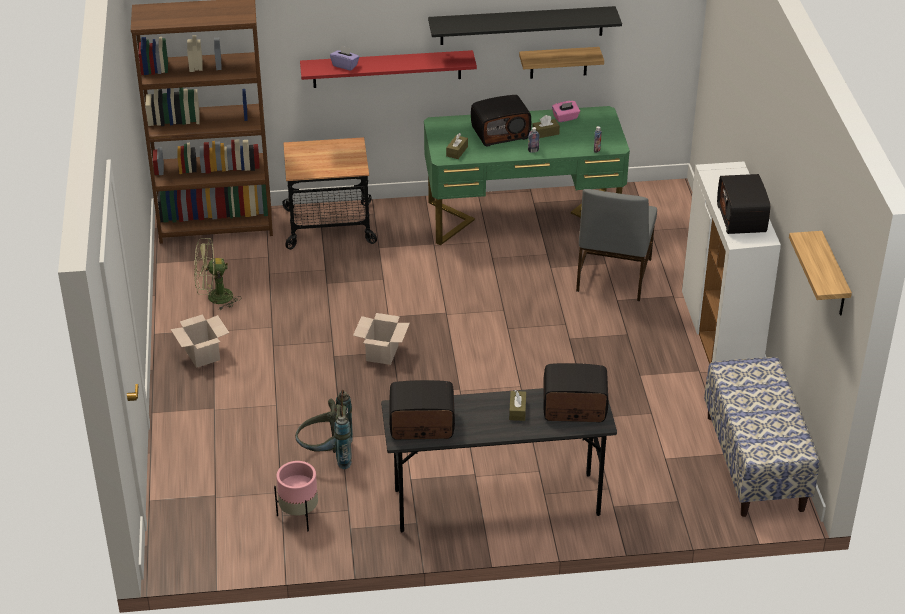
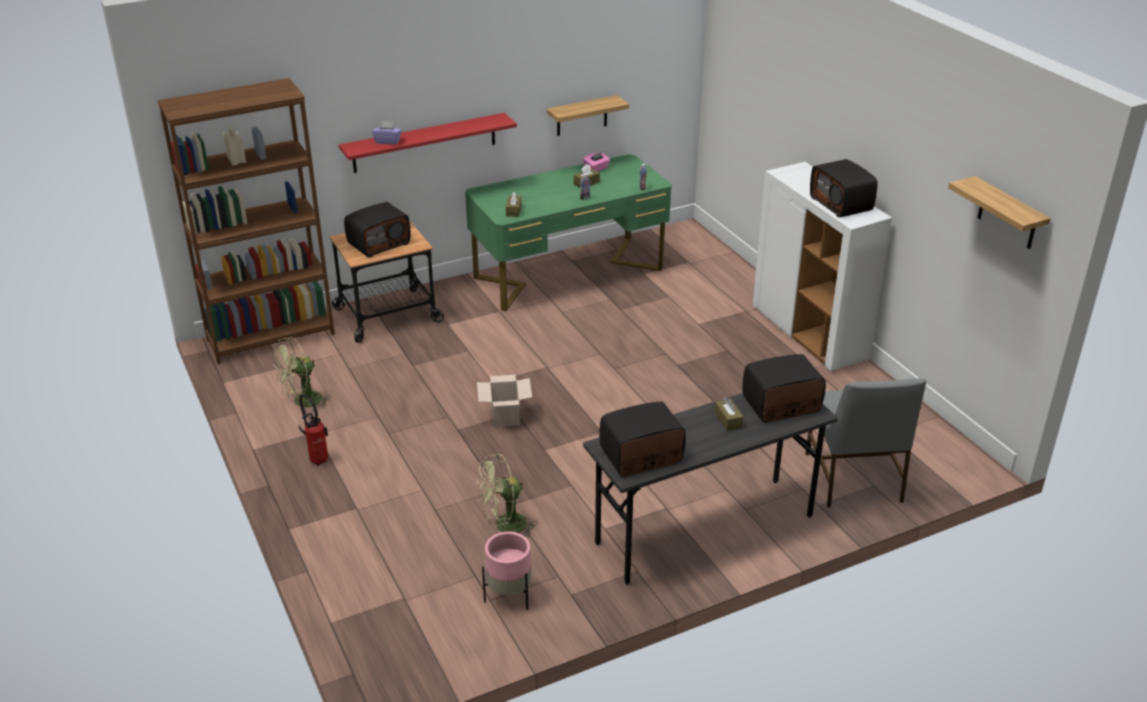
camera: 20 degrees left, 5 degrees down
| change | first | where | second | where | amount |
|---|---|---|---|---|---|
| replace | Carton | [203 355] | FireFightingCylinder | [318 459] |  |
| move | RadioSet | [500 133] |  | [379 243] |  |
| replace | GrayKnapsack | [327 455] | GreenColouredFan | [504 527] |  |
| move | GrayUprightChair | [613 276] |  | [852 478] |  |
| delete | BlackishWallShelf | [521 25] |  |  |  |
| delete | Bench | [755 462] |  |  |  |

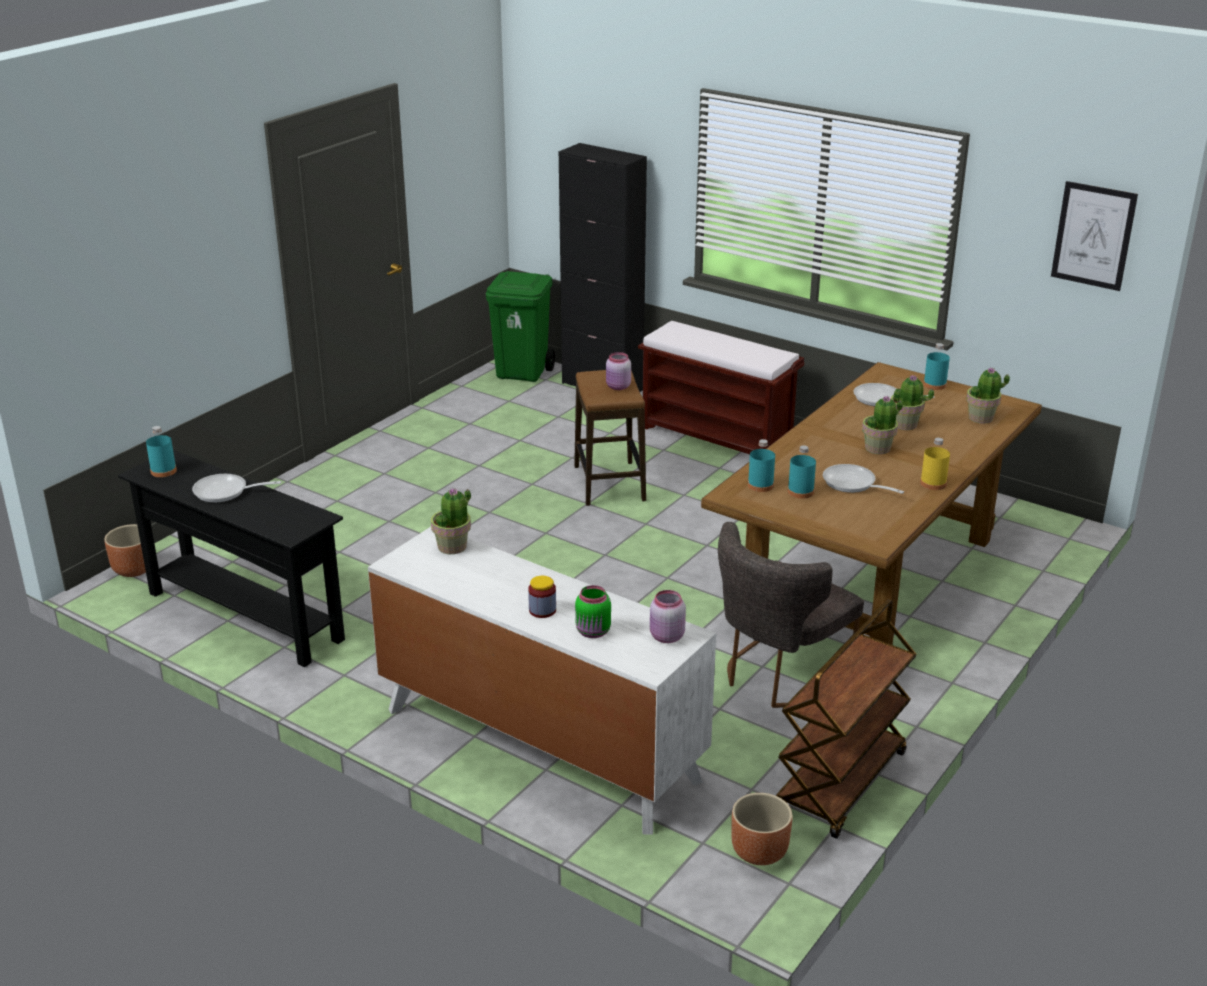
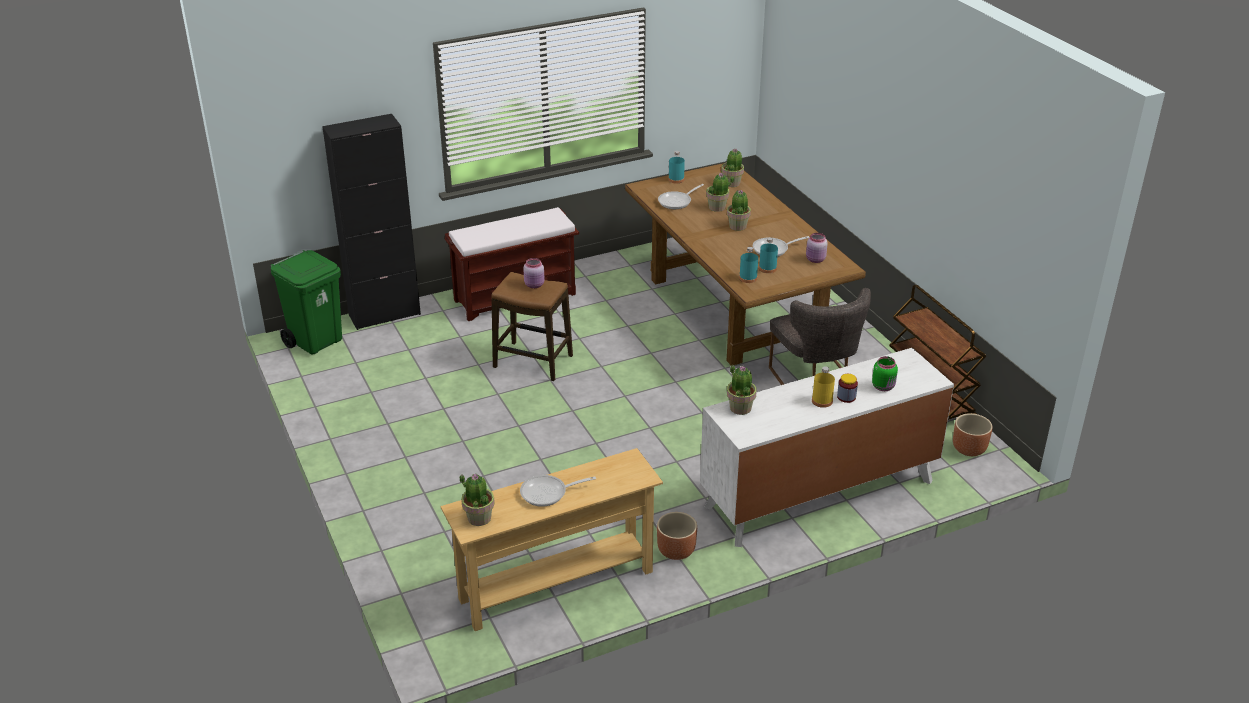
camera: 60 degrees left, 5 degrees up
| change | first | where | second | where | amount |
|---|---|---|---|---|---|
| recolor | BlackishHallTable | [244 616] | SandColouredHallTable | [557 586] |  |
| replace | BlueGreenBottle | [163 471] | PottedPlant | [479 517] |  |
| rotate | Skillet | [225 492] |  | [548 493] | 45 degrees clockwise |
| move | BrownishFlowerPot | [134 569] |  | [676 550] |  |
| move | PinkishJar | [666 637] |  | [815 260] |  |
| move | YellowColouredBottle | [933 483] |  | [822 401] |  |
| delete | Picture | [1093 236] |  |  |  |

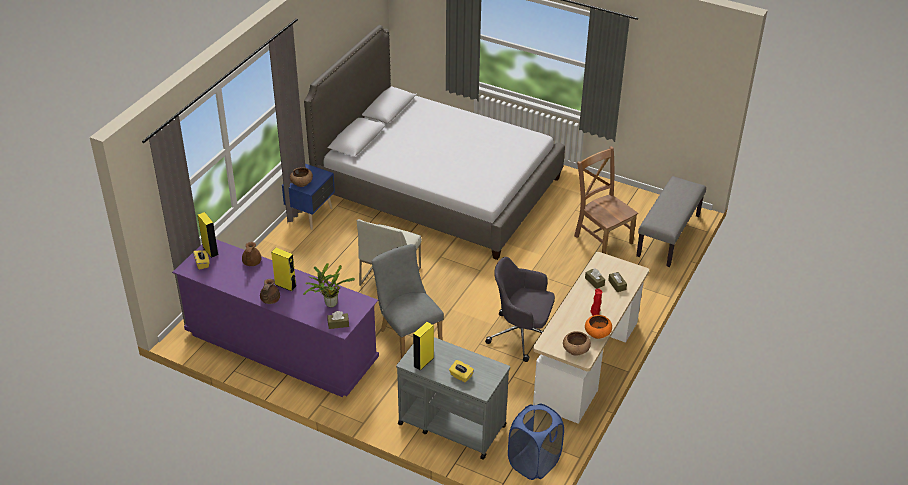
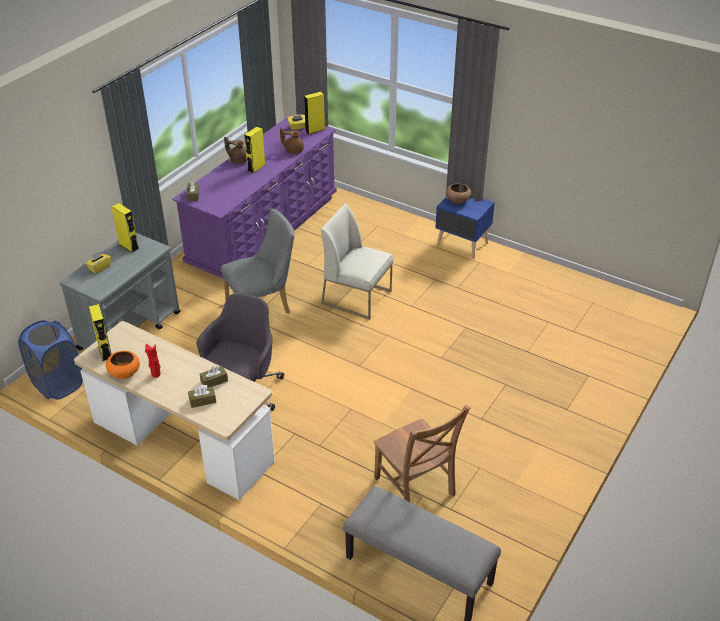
camera: 95 degrees right, 0 degrees up
| change | first | where | second | where | amount |
|---|---|---|---|---|---|
| replace | BrownishBowl | [575 350] | YellowColouredSpeaker | [105 352] |  |
| rotate | BrownishUprightChair | [602 238] |  | [415 489] | 90 degrees clockwise |
| delete | PottedPlant | [329 304] |  |  |  |
| delete | BedroomBed | [437 187] |  |  |  |

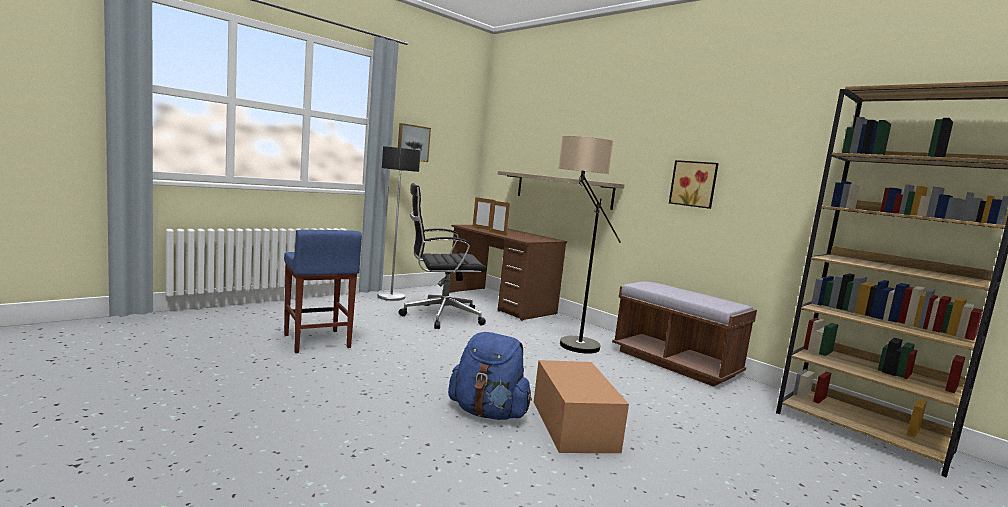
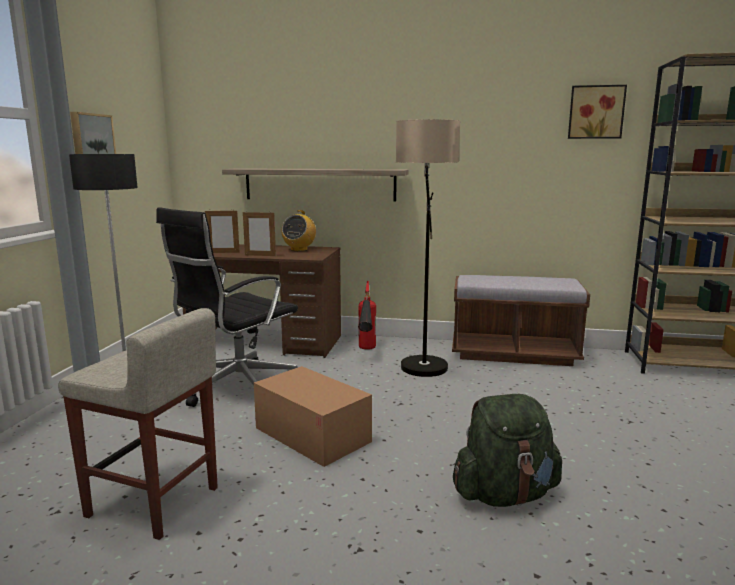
camera: 35 degrees left, 5 degrees up
| change | first | where | second | where | amount |
|---|---|---|---|---|---|
| recolor | BluishStool | [317 341] | SandColouredStool | [154 502] |  |
| move | Carton | [573 425] |  | [312 435] |  |
| insert |  |  | RadioSet | [299 249] |  |
| insert |  |  | FireFightingCylinder | [366 352] |  |
| recolor | BluishKnapsack | [488 413] | GreenColouredKnapsack | [505 495] |  |
| move | Picture | [694 184] |  | [595 112] |  |

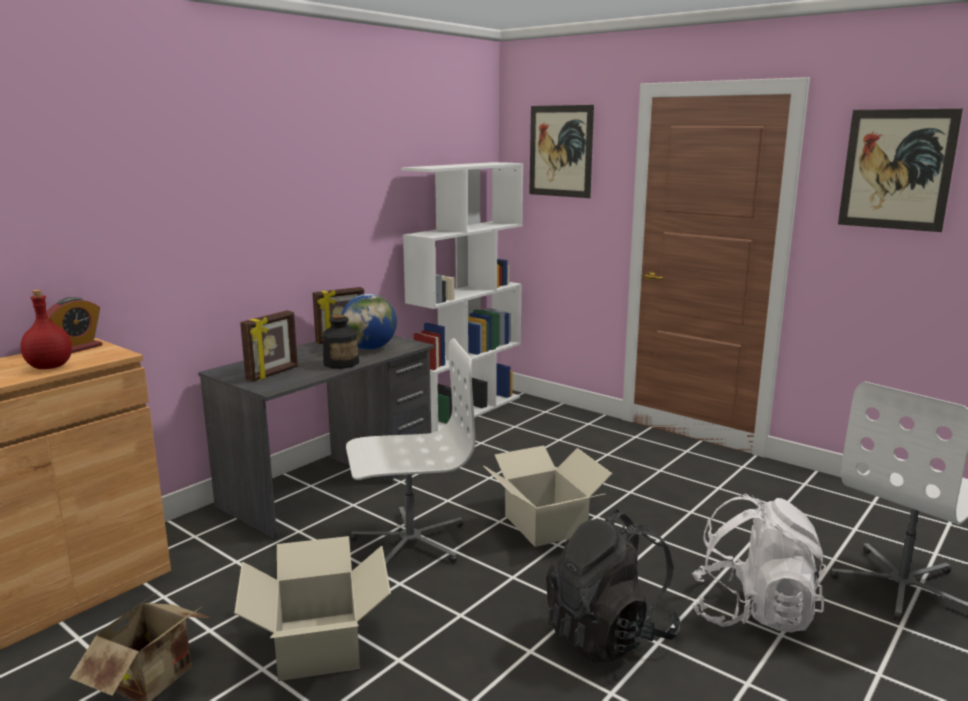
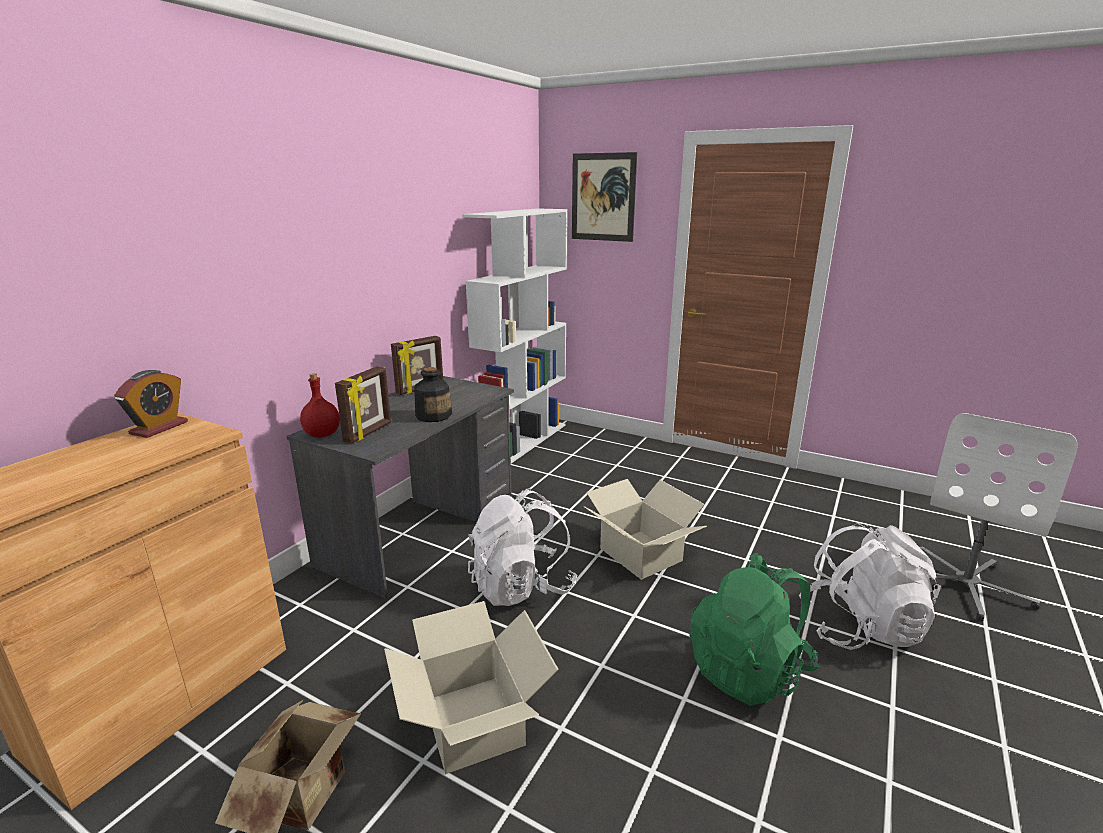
camera: 10 degrees left, 5 degrees up
| change | first | where | second | where | amount |
|---|---|---|---|---|---|
| move | RedColouredBottle | [49 367] |  | [321 435] |  |
| replace | WhitishDeskChair | [409 542] | WhitishKnapsack | [521 587] |  |
| recolor | BlackishKnapsack | [609 635] | GreenColouredKnapsack | [749 670] |  |
| delete | Globe | [369 348] |  |  |  |
| delete | Picture | [896 169] |  |  |  |

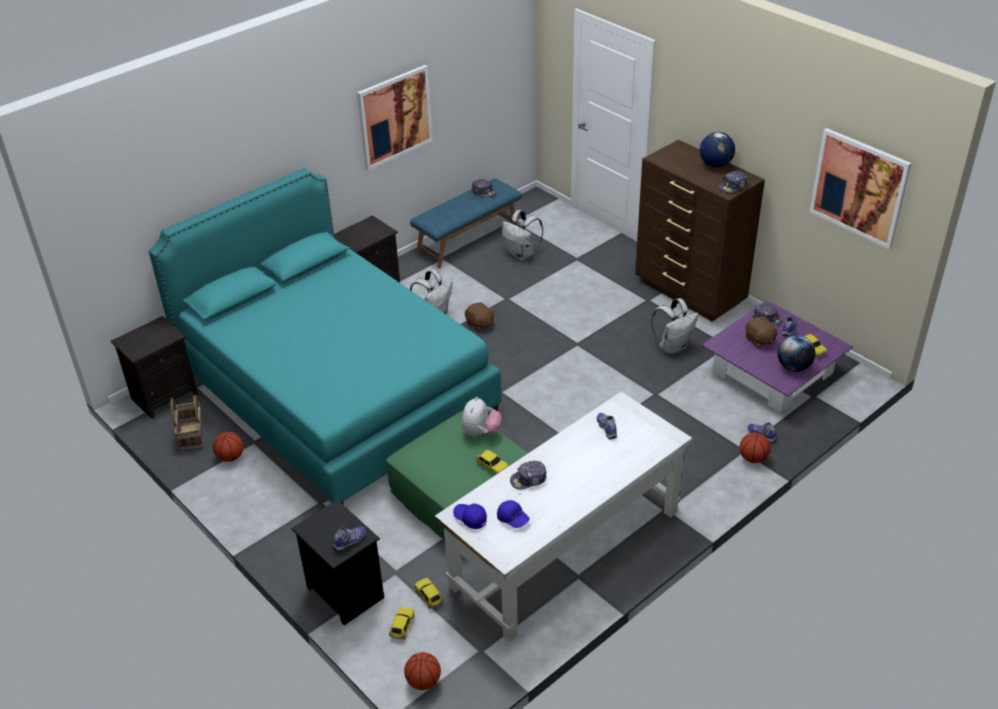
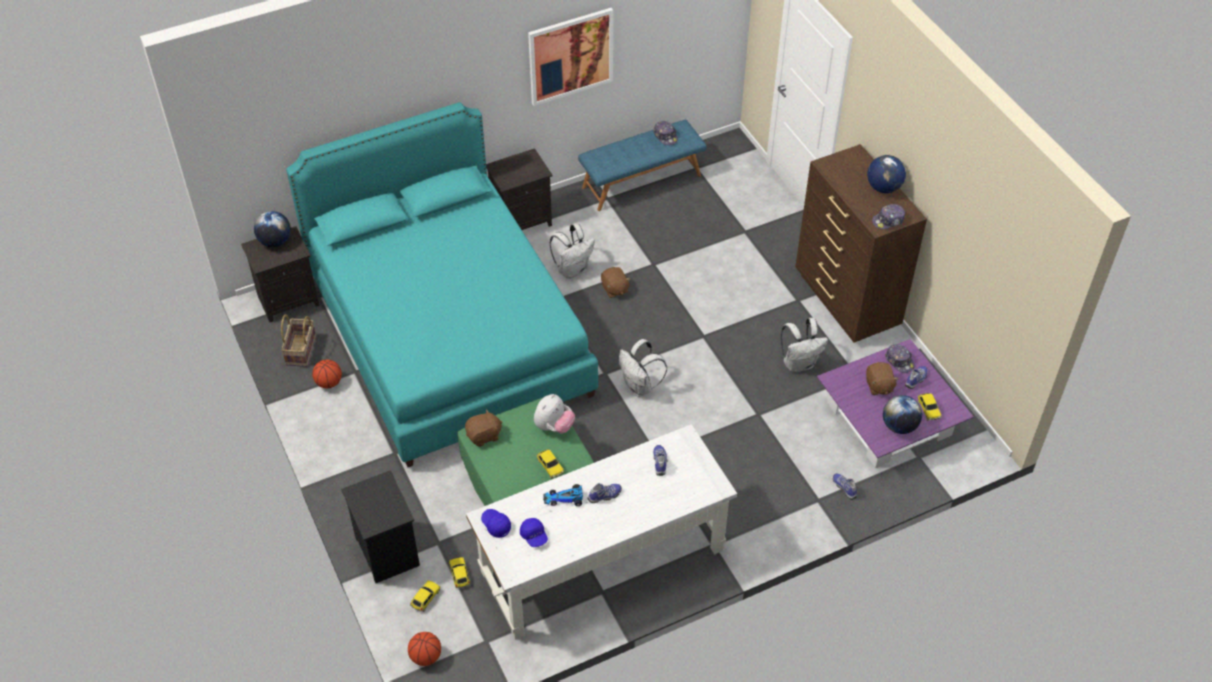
camera: 15 degrees right, 10 degrees up
| change | first | where | second | where | amount |
|---|---|---|---|---|---|
| insert |  |  | Globe | [275 241] |  |
| insert |  |  | BrownishPlushToy | [484 436] |  |
| replace | BaseballCap | [529 479] | ModelCar | [564 498] |  |
| move | Shoe | [350 542] |  | [605 496] |  |
| move | WhitishKnapsack | [522 254] |  | [640 386] |  |
| delete | BallForBasketball | [753 458] |  |  |  |
| delete | Picture | [859 187] |  |  |  |

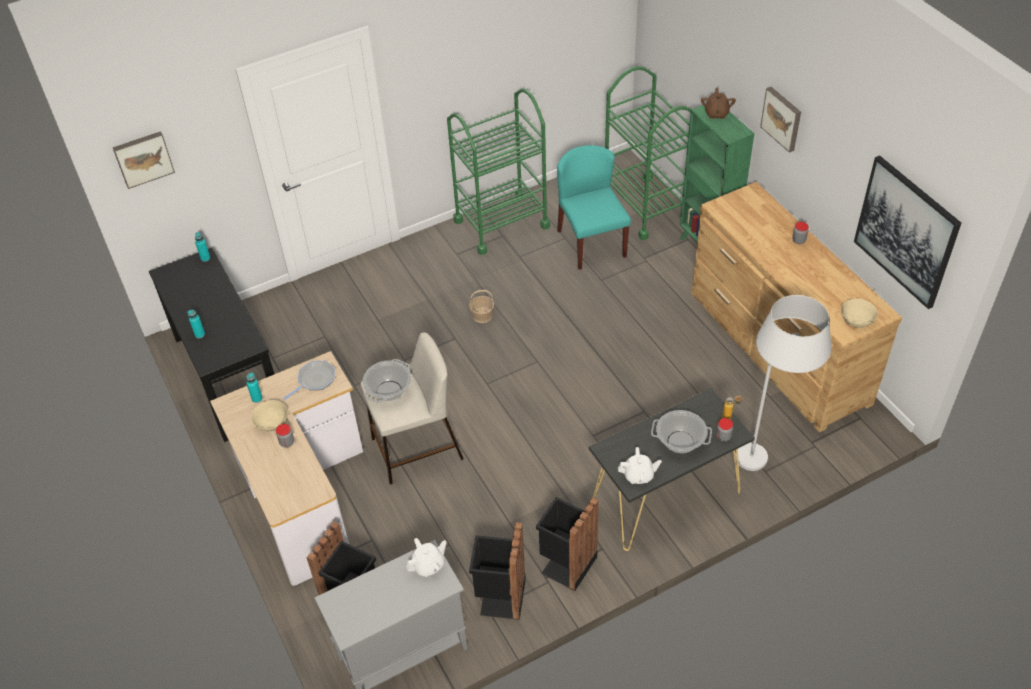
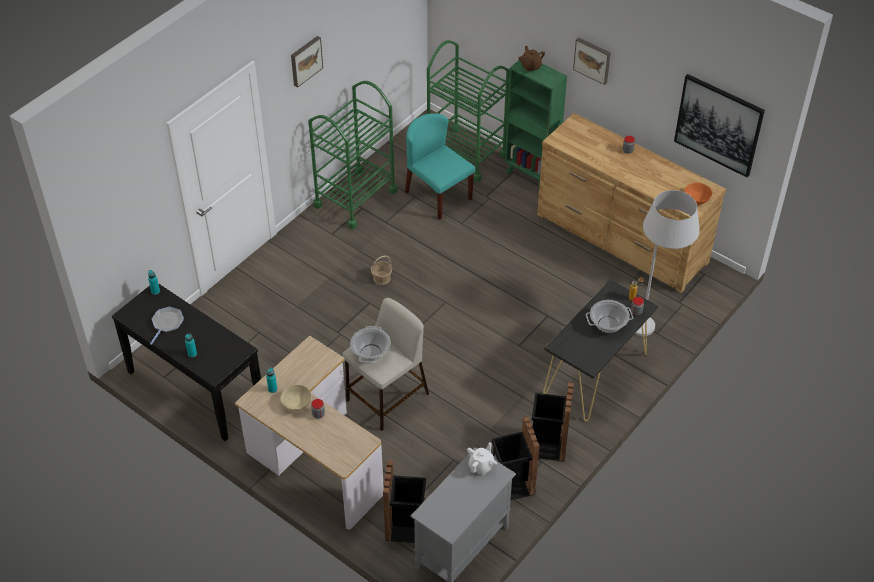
camera: 25 degrees left, 0 degrees up
| change | first | where | second | where | amount |
|---|---|---|---|---|---|
| move | Skillet | [315 380] |  | [167 323] |  |
| move | Picture | [143 158] |  | [305 60] |  |
| recolor | SandColouredBowl | [856 320] | OrangeyBowl | [696 199] |  |
| delete | WhitishTeapot | [638 475] |  |  |  |

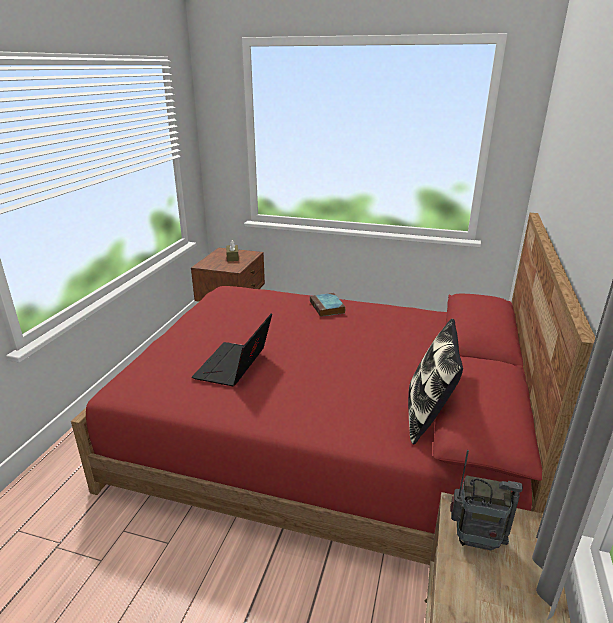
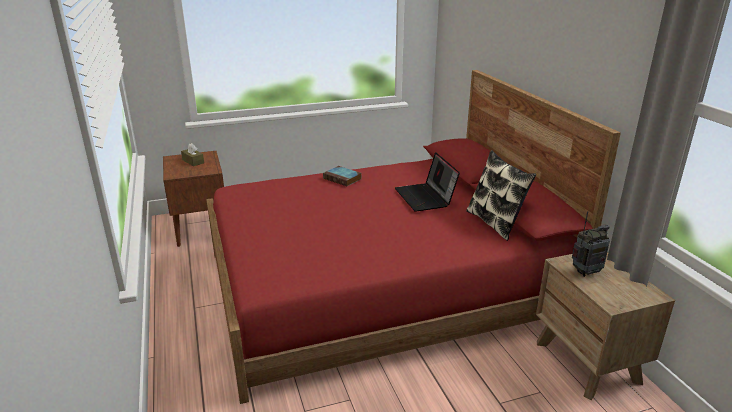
camera: 35 degrees left, 0 degrees up
| change | first | where | second | where | amount |
|---|---|---|---|---|---|
| move | Laptop | [234 366] |  | [426 198] |  |

